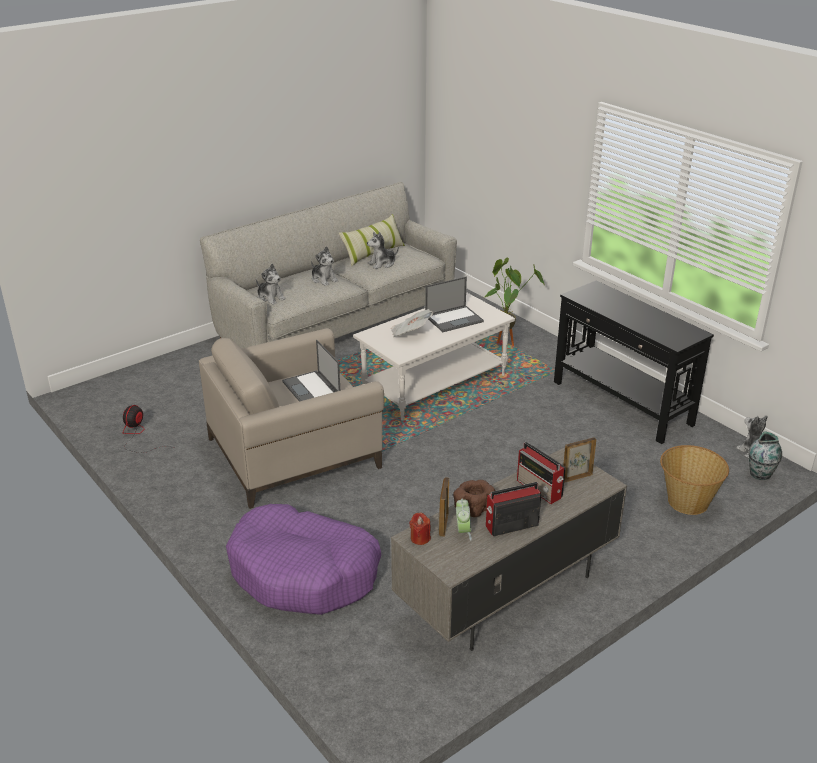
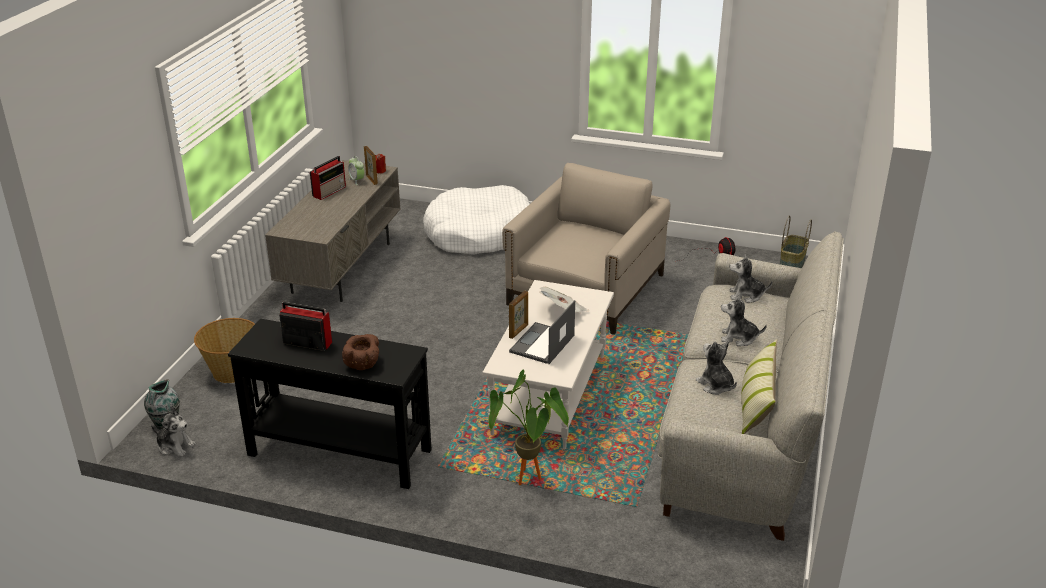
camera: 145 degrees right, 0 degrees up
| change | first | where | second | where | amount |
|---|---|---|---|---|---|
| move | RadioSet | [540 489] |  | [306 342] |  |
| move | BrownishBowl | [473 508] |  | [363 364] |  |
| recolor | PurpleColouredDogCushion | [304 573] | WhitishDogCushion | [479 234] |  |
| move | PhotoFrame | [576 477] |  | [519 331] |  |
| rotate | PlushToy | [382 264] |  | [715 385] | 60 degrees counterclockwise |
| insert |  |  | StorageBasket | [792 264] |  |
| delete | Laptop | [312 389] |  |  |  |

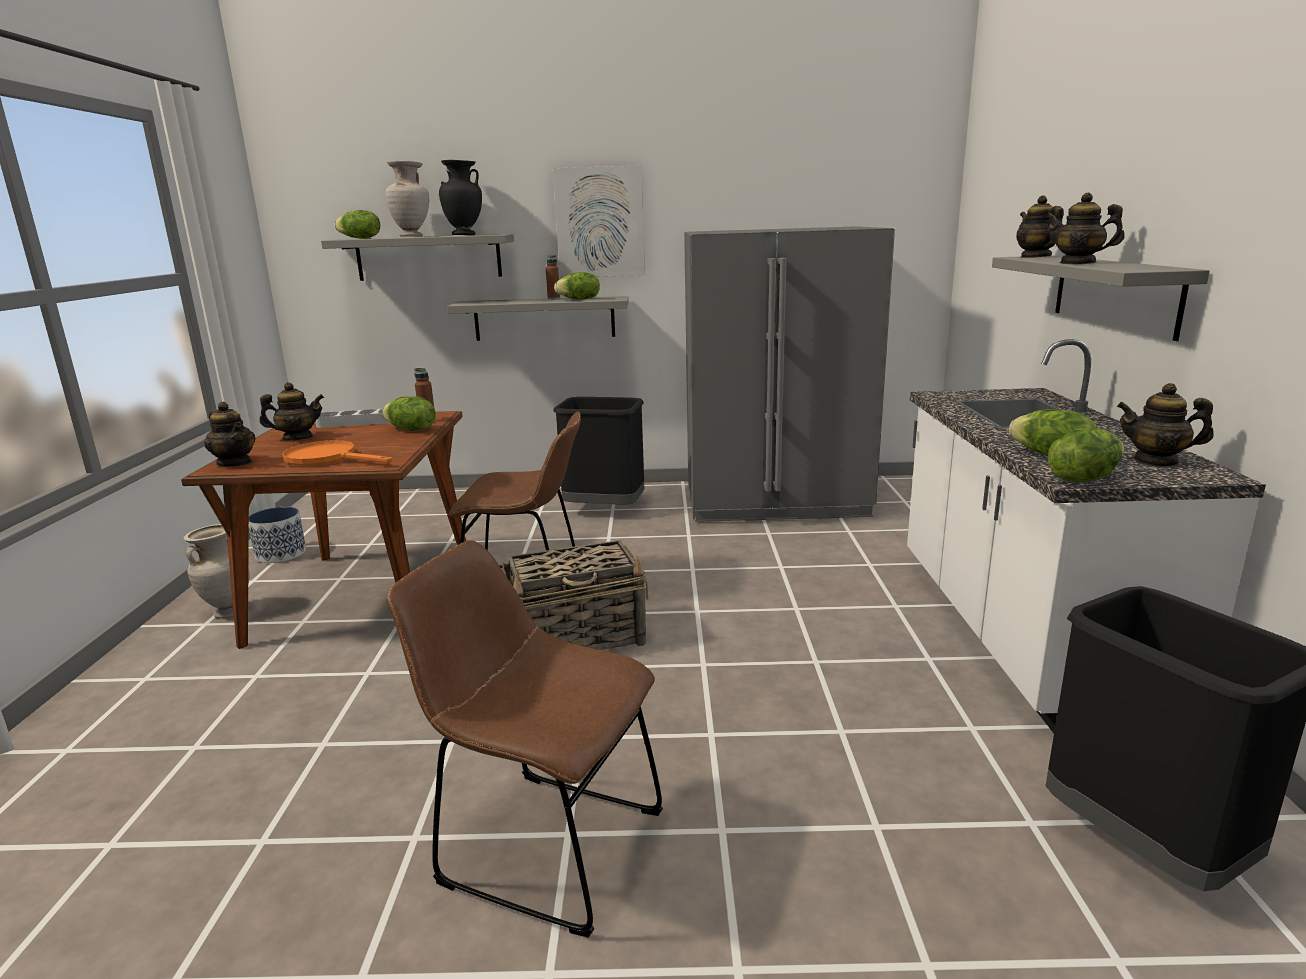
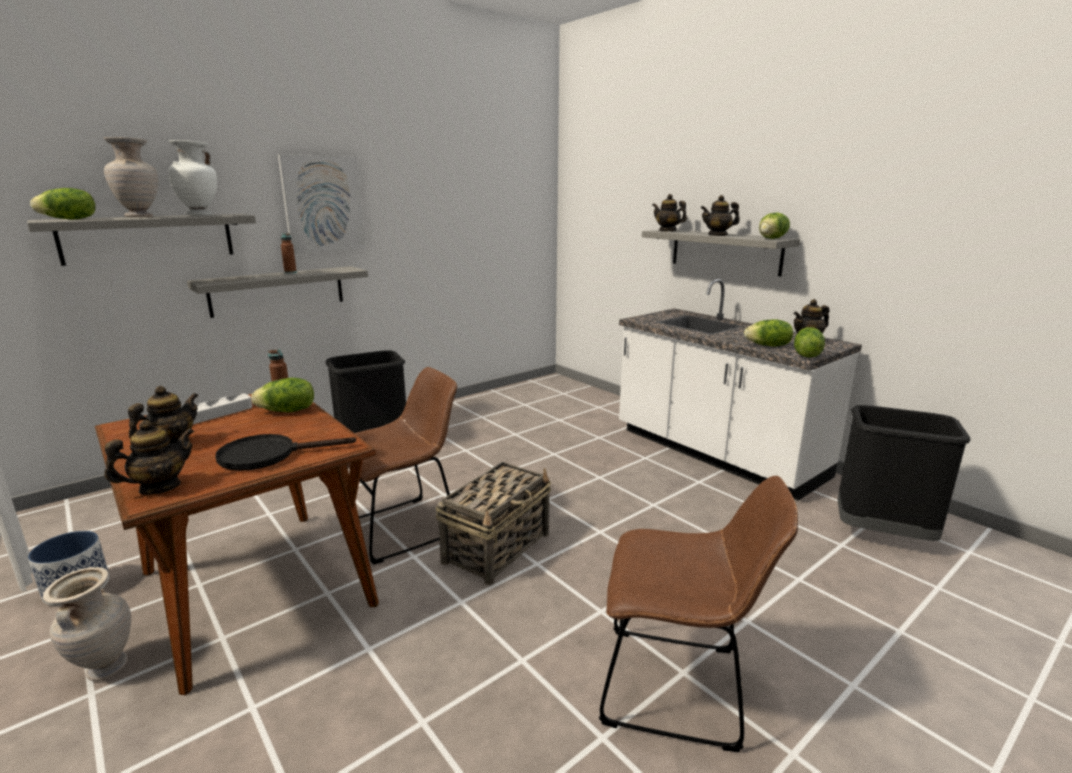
camera: 40 degrees left, 0 degrees up
| change | first | where | second | where | amount |
|---|---|---|---|---|---|
| rotate | Teapot | [235 463] |  | [159 487] | 45 degrees counterclockwise |
| recolor | BlackishVase | [464 235] | WhitishVase | [200 215] |  |
| recolor | OrangeySkillet | [329 458] | BlackishSkillet | [269 455] |  |
| rotate | BrownishUprightChair | [542 844] |  | [680 687] | 150 degrees counterclockwise |
| move | LettuceHead | [579 299] |  | [772 238] |  |
| delete | GrayRefrigerator | [775 500] |  |  |  |

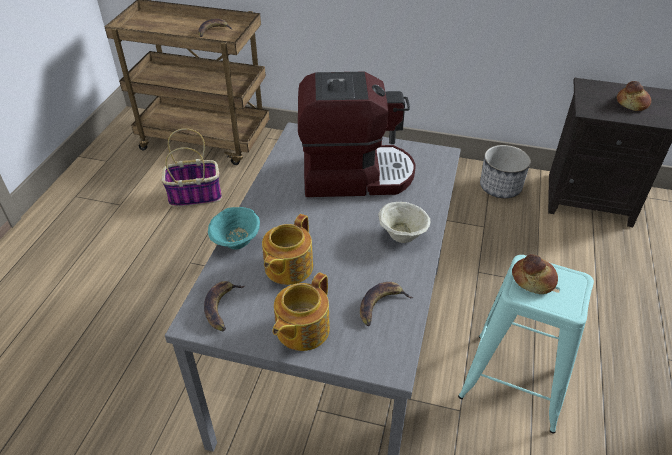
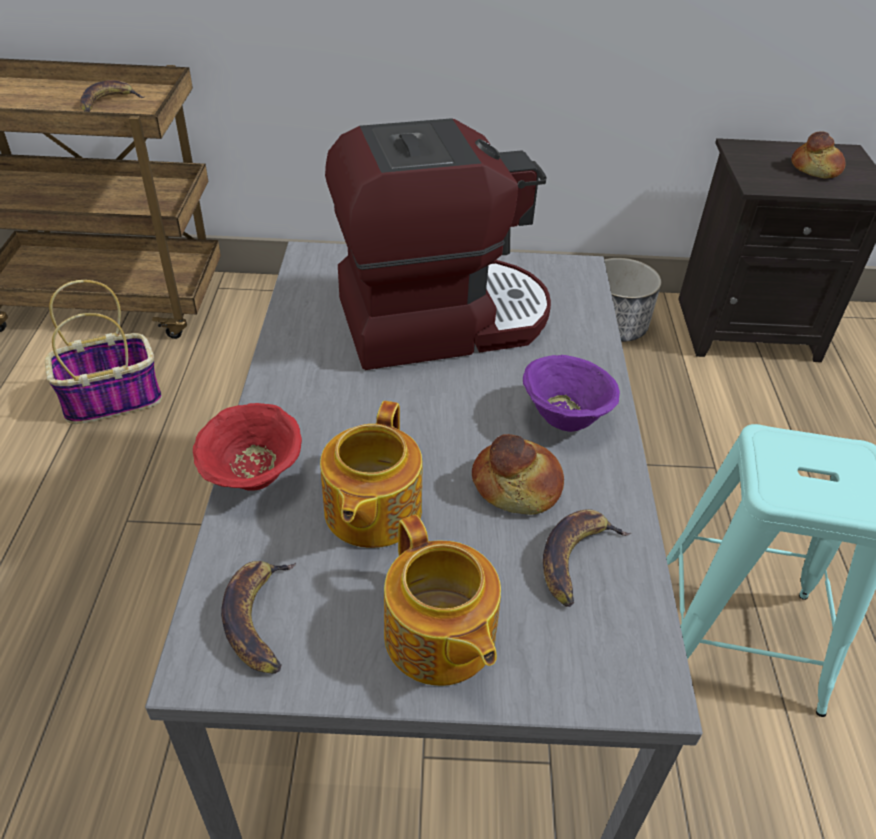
camera: 15 degrees left, 0 degrees up
| change | first | where | second | where | amount |
|---|---|---|---|---|---|
| recolor | BlueGreenBowl | [237 243] | RedColouredBowl | [255 476] |  |
| rotate | Teapot | [301 329] |  | [439 638] | 45 degrees counterclockwise |
| move | BakedBread | [533 279] |  | [517 485] |  |
| recolor | SandColouredBowl | [401 235] | PurpleColouredBowl | [563 418] |  |

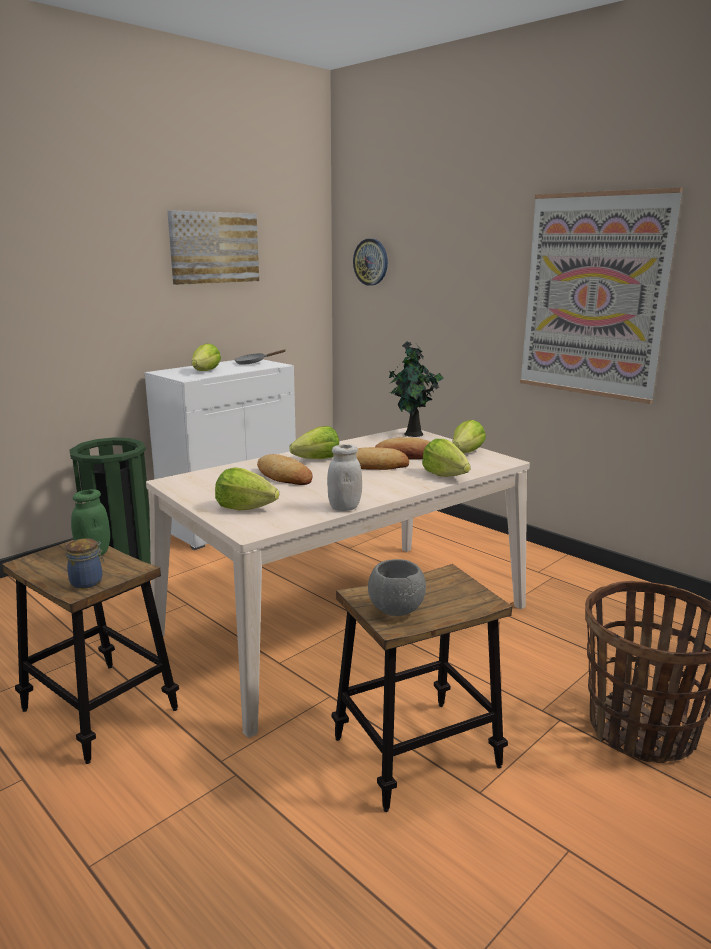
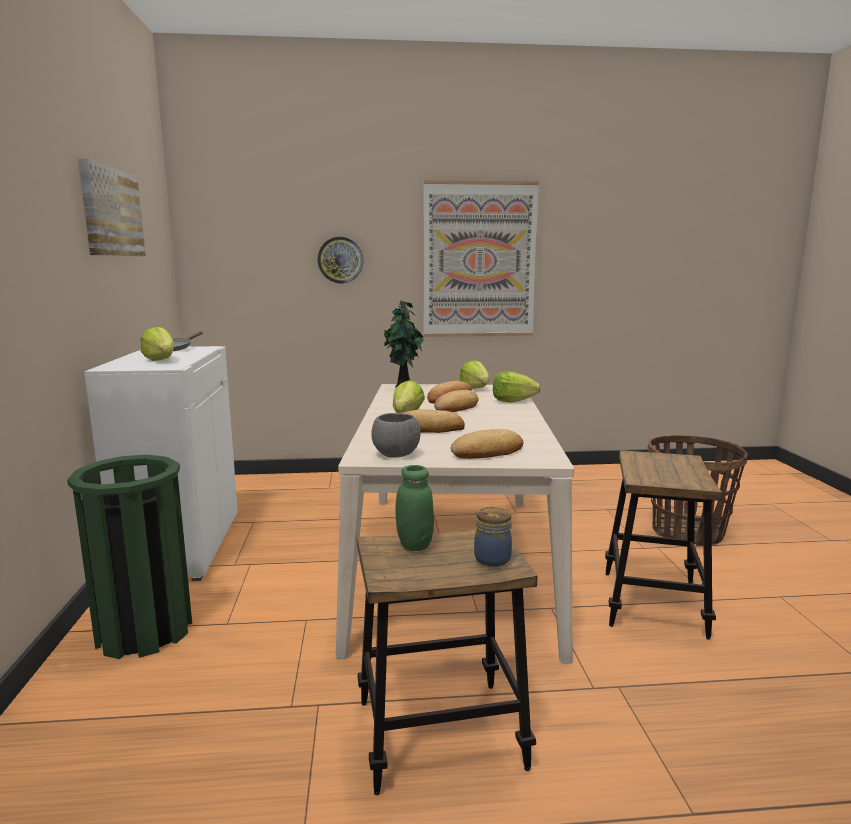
camera: 50 degrees left, 5 degrees down
| change | first | where | second | where | amount |
|---|---|---|---|---|---|
| move | HangingClock | [371 262] |  | [340 260] |  |
| move | GrayBowl | [396 609] |  | [395 454] |  |
| replace | LettuceHead | [245 508] | BakedBread | [487 452] |  |
| delete | WhitishJar | [344 507] |  |  |  |

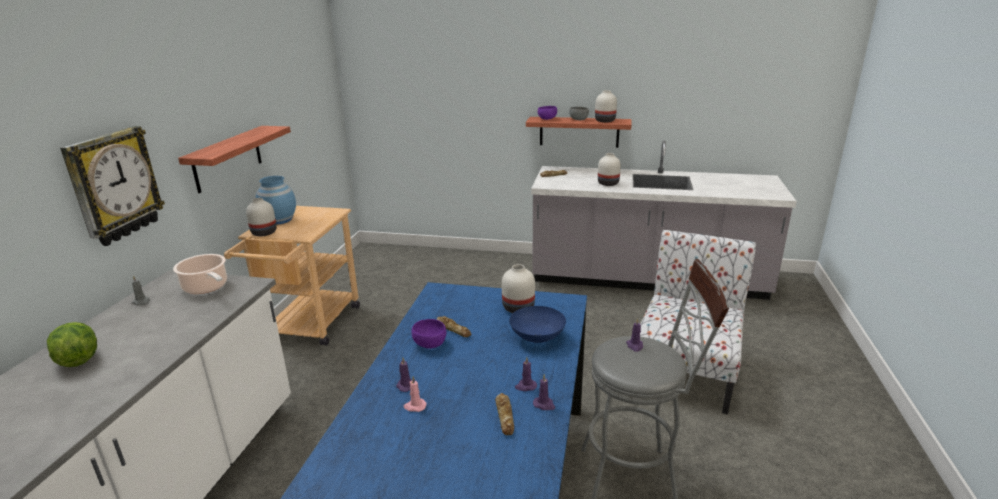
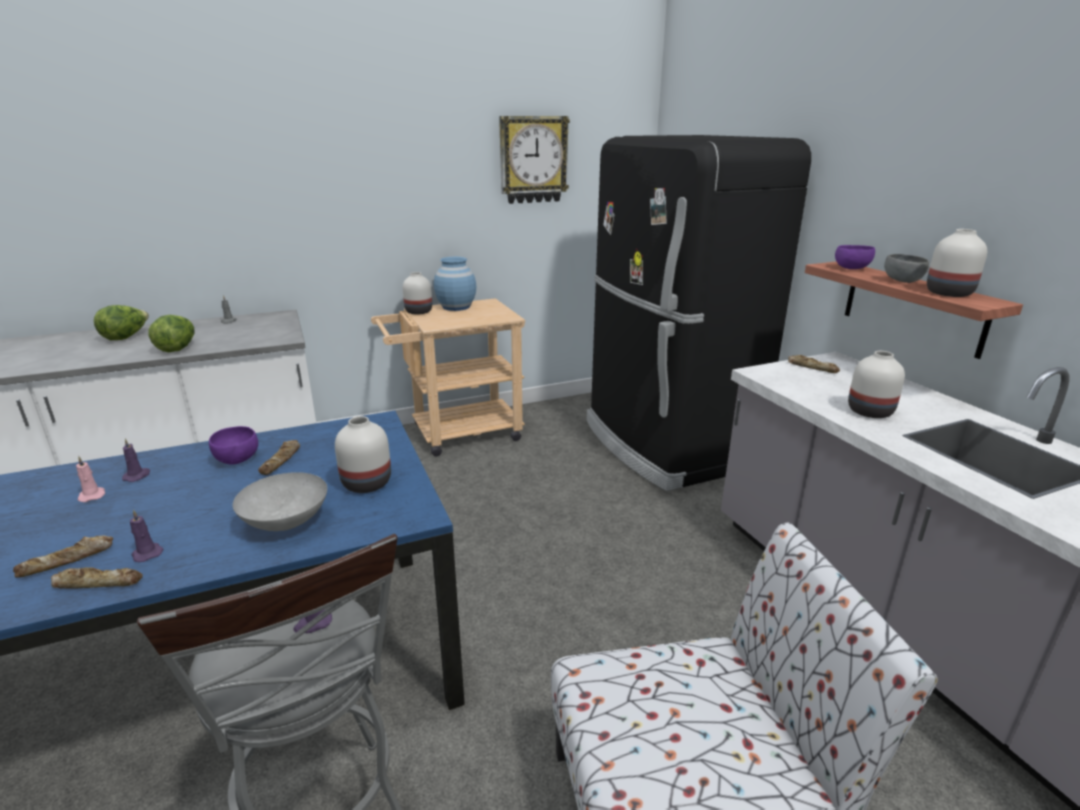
camera: 55 degrees right, 0 degrees up
| change | first | where | second | where | amount |
|---|---|---|---|---|---|
| replace | PurpleColouredWaxCandle | [544 405] | BakedBread | [98 583] |  |
| insert |  |  | LettuceHead | [177 348] |  |
| recolor | BluishBowl | [538 338] | GrayBowl | [286 523] |  |
| move | HangingClock | [114 185] |  | [533 160] |  |
| insert |  |  | BlackishRefrigerator | [664 445] |  |
| delete | Saucepot | [206 287] |  |  |  |
| delete | WallShelf | [227 158] |  |  |  |

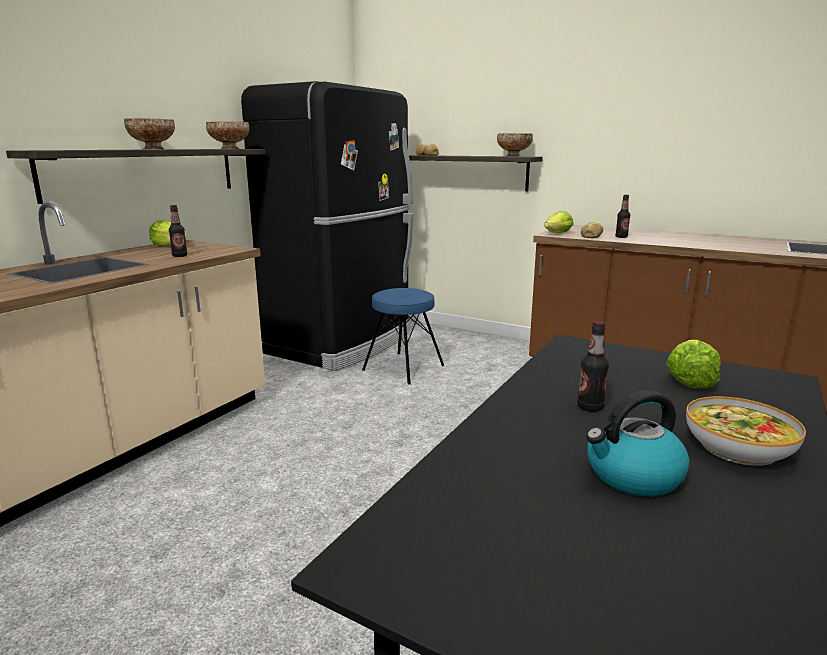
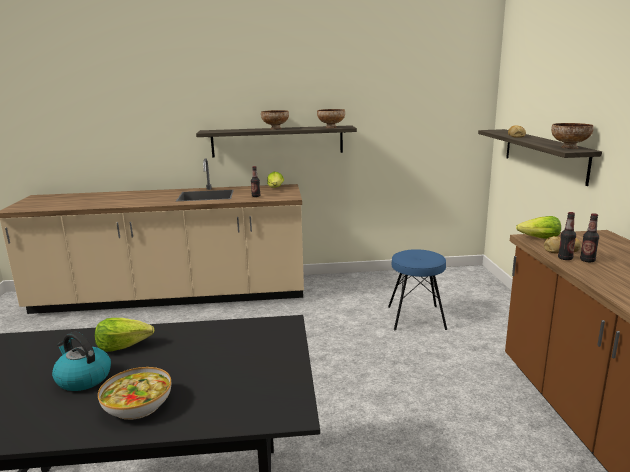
camera: 55 degrees right, 0 degrees up
| change | first | where | second | where | amount |
|---|---|---|---|---|---|
| move | LettuceHead | [690 380] |  | [124 346] |  |
| move | Bottle | [590 407] |  | [565 258] |  |
| delete | BlackishRefrigerator | [343 343] |  |  |  |

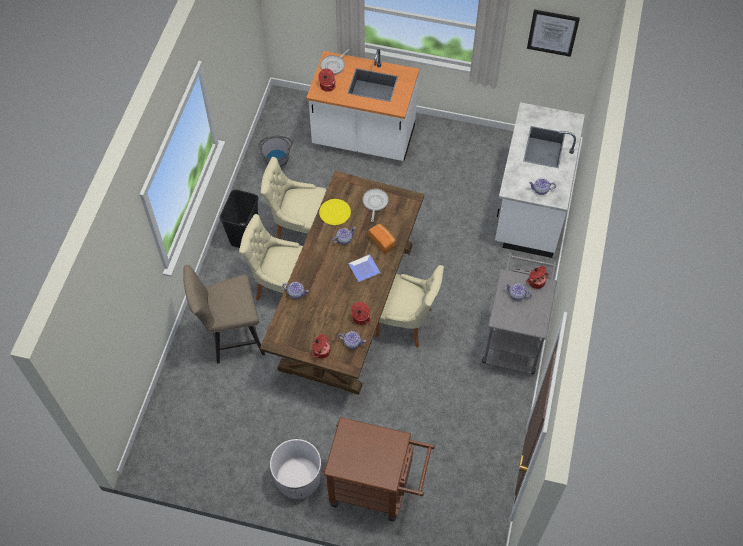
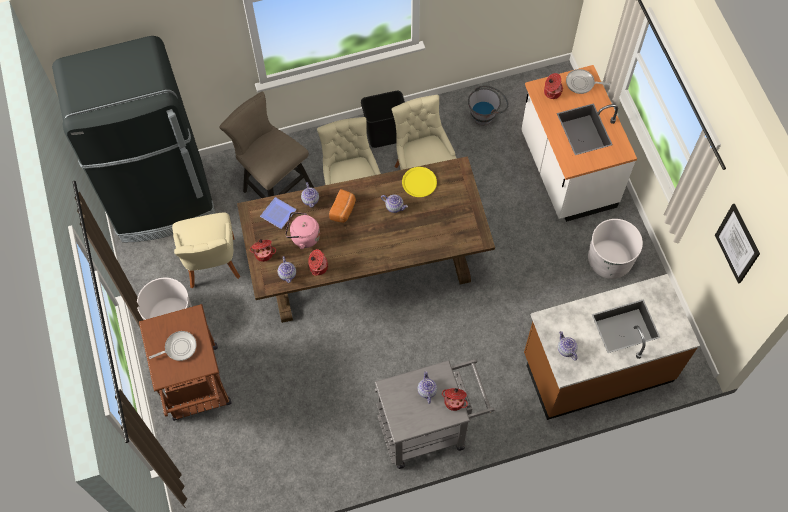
camera: 60 degrees right, 5 degrees up
| change | first | where | second | where | amount |
|---|---|---|---|---|---|
| insert |  |  | BlackishRefrigerator | [163 202] |  |
| move | Skillet | [375 203] |  | [178 348] |  |
| move | SandColouredUprightChair | [406 323] |  | [212 265] |  |
| move | Plate | [363 270] |  | [277 214] |  |
| insert |  |  | PinkishTeaKettle | [303 237] |  |
| move | BakedBread | [382 241] |  | [343 210] |  |
| recolor | WhitishKitchenCounter | [530 205] | BrownishKitchenCounter | [597 367] |  |
| insert |  |  | WhitishFlowerPot | [609 260] |  |

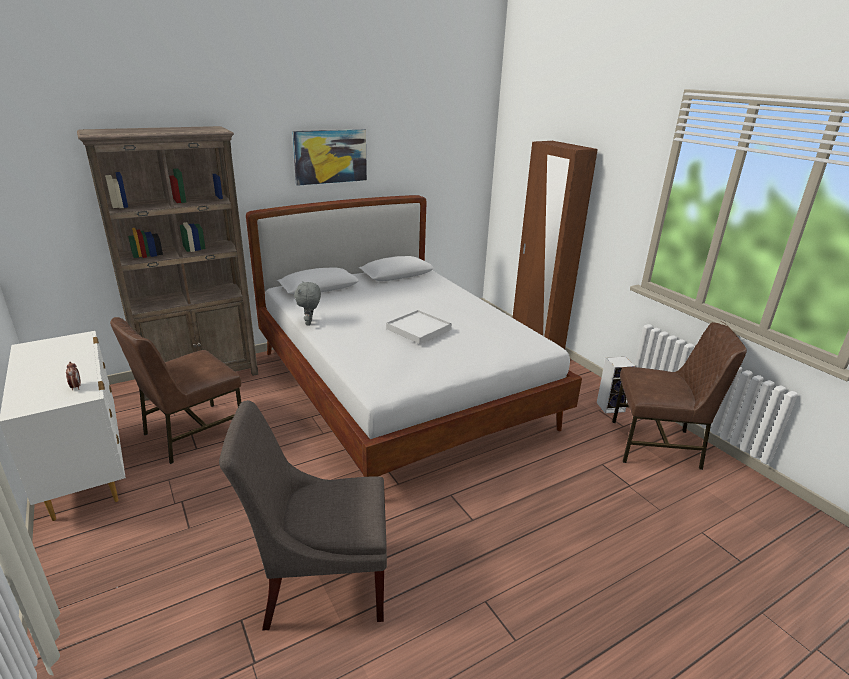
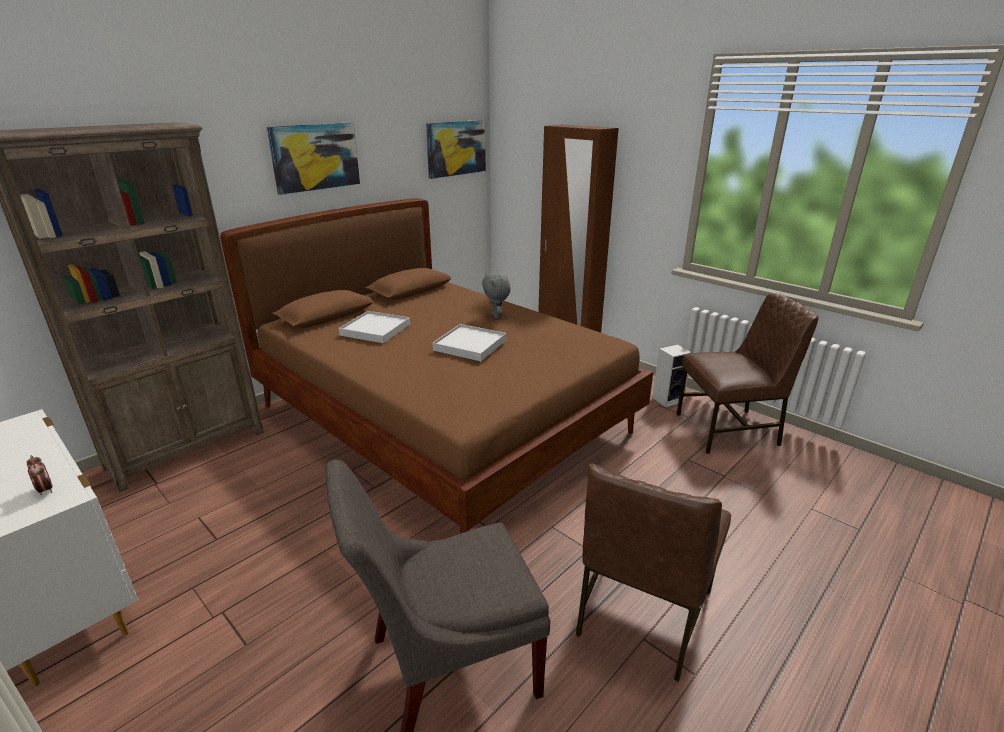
camera: 15 degrees left, 0 degrees up
| change | first | where | second | where | amount |
|---|---|---|---|---|---|
| recolor | WhitishBedroomBed | [400 389] | BrownishBedroomBed | [443 420] |  |
| insert |  |  | WhitishServingTray | [376 329] |  |
| insert |  |  | Picture | [456 148] |  |
| move | GrayPlushToy | [310 323] |  | [496 316] |  |
| move | BrownishUprightChair | [192 433] |  | [641 613] |  |

